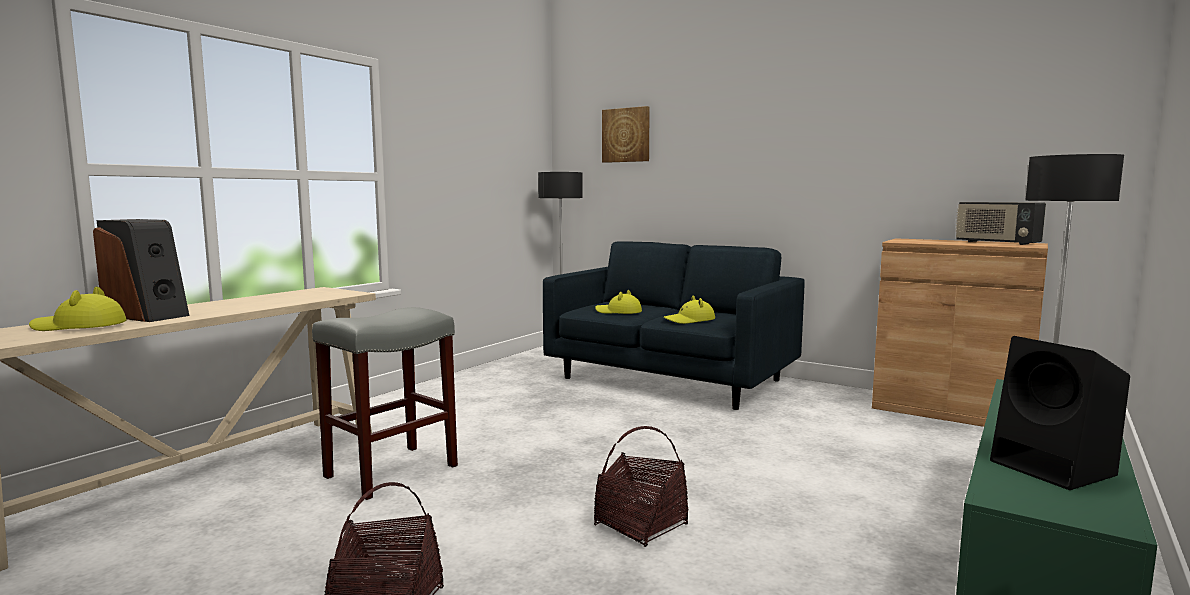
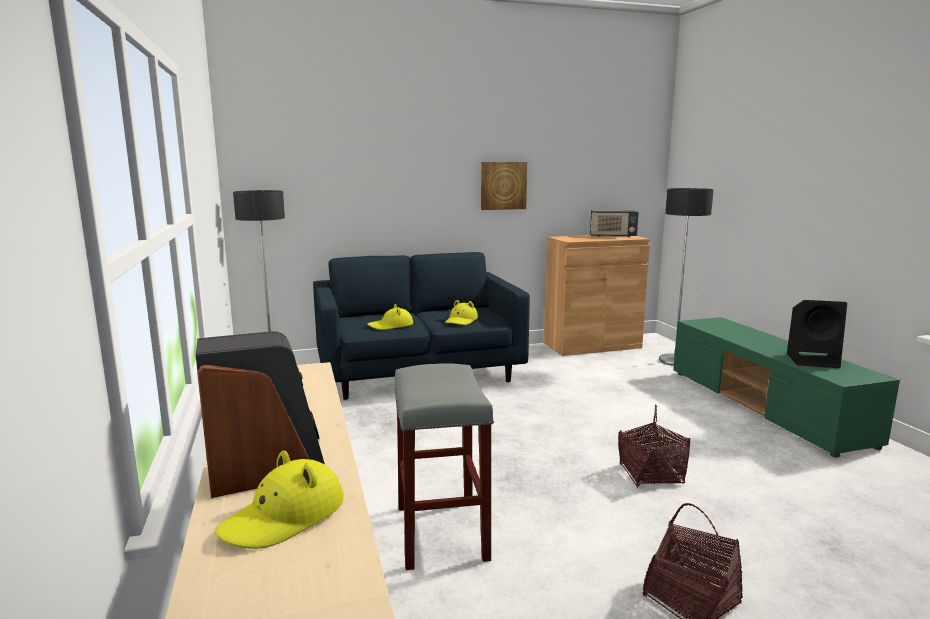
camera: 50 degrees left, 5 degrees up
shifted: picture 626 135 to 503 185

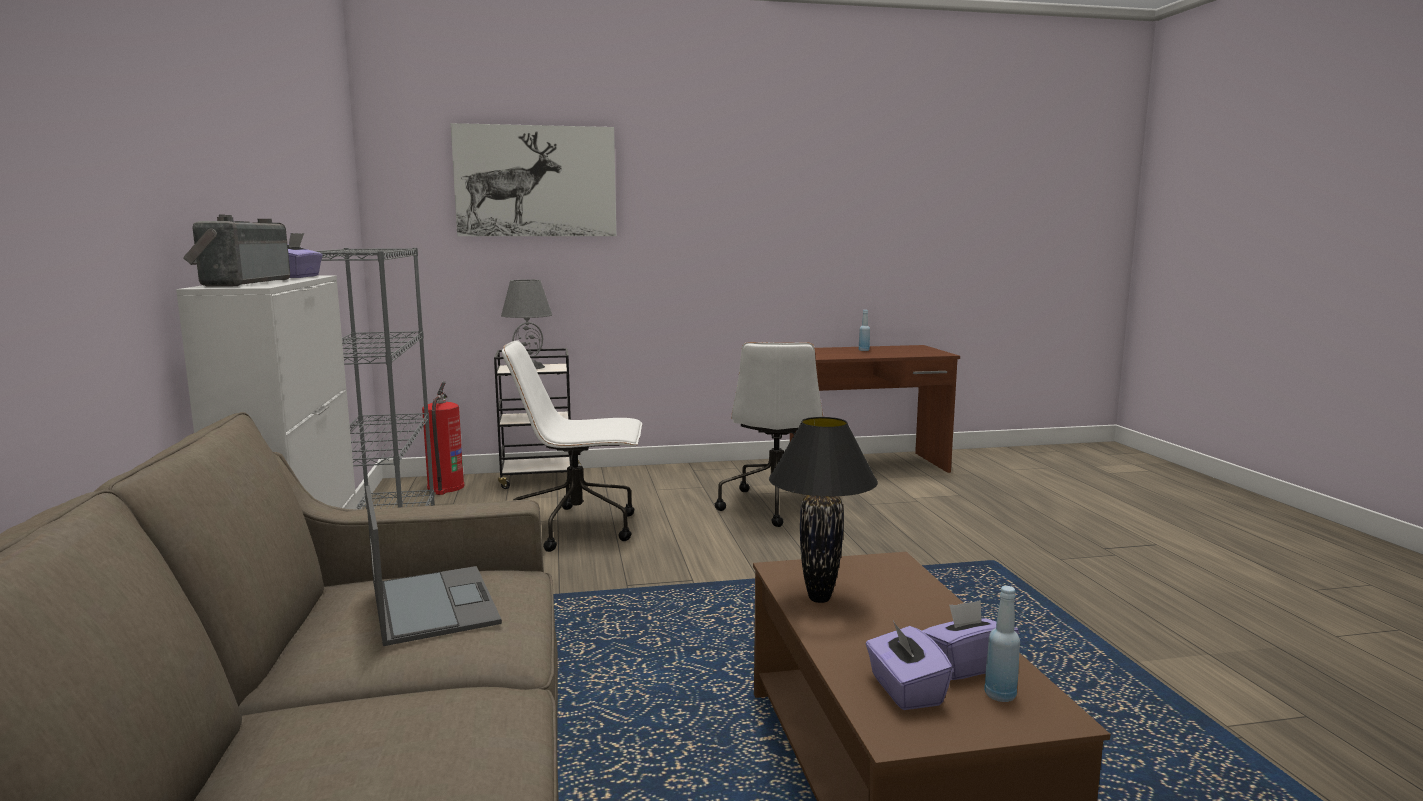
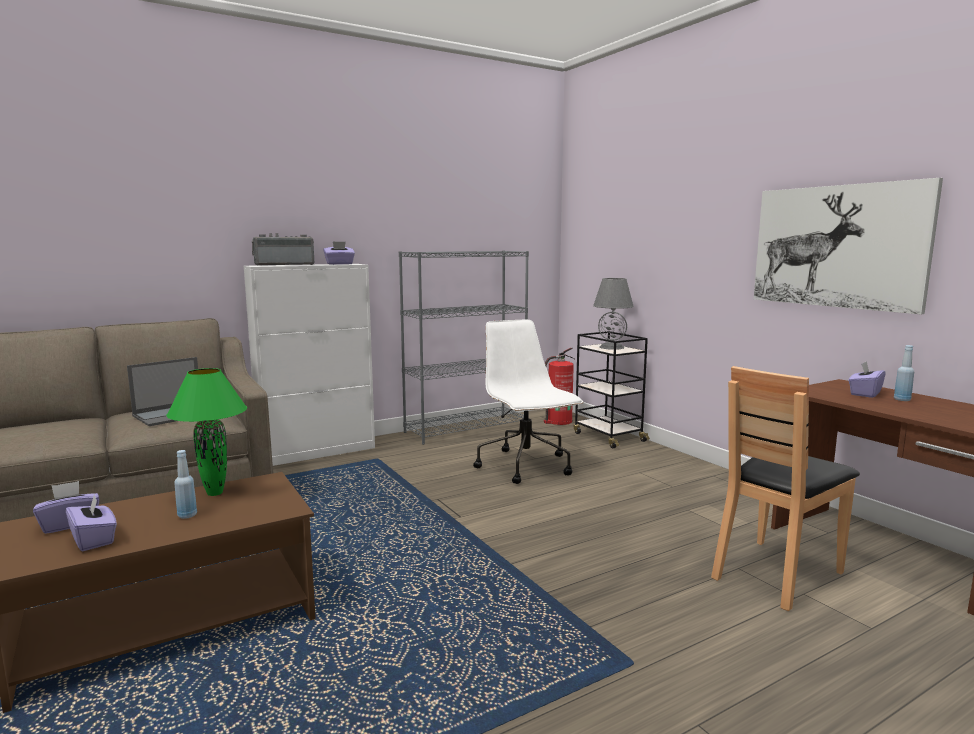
camera: 70 degrees right, 0 degrees up
gone: white-coloured computer chair 775 505
new: brown-coloured chair 776 573; purplish tissue holder 864 393
shifted: picture 536 181 to 837 246; blue drink bottle 1000 695 to 187 515
repainted: black-coloured lamp for a table 820 598 to green lamp for a table 215 493

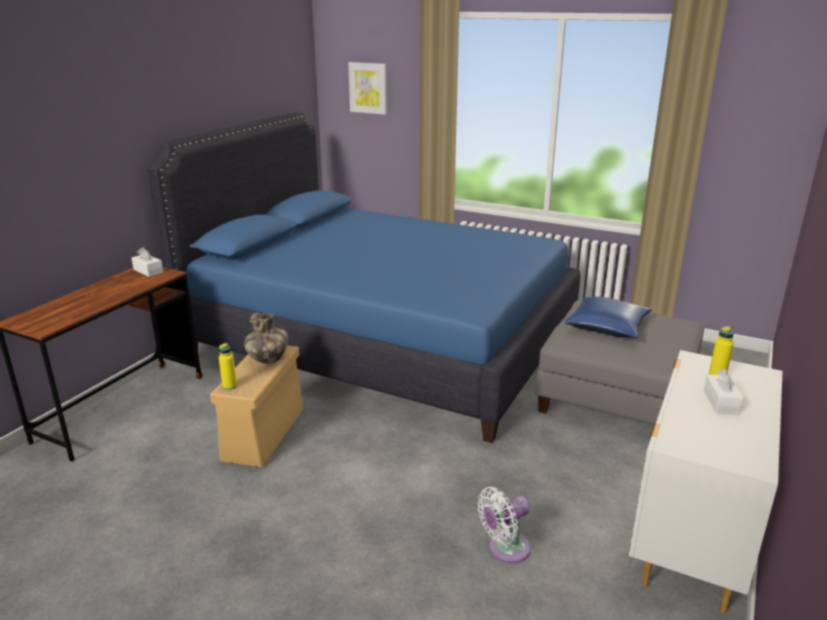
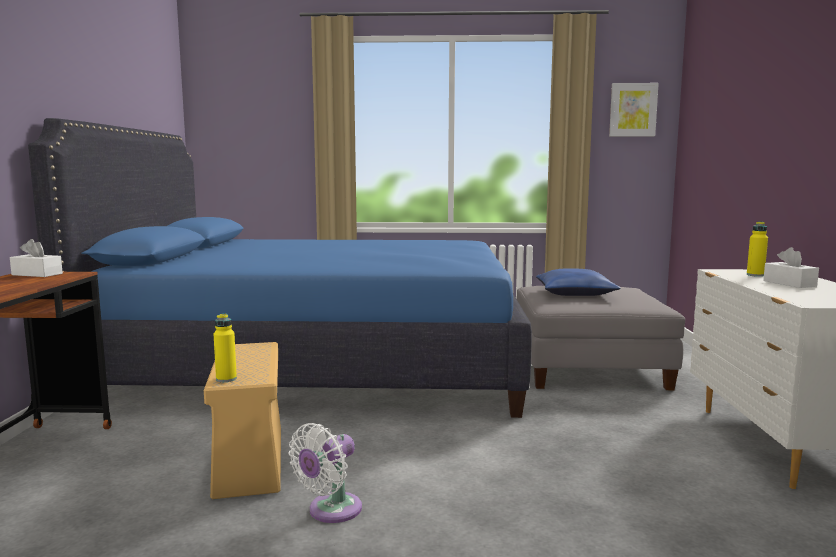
camera: 25 degrees left, 15 degrees down
gone: flower vase 268 360
shifted: picture 368 88 to 633 110; white-coloured electric fan 505 549 to 330 511

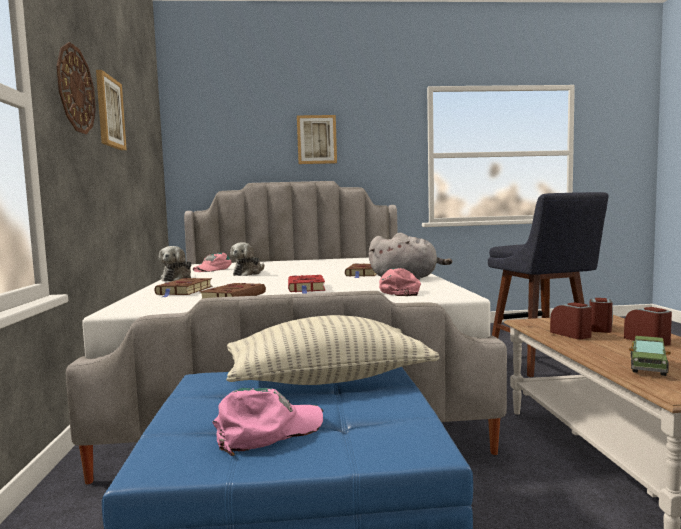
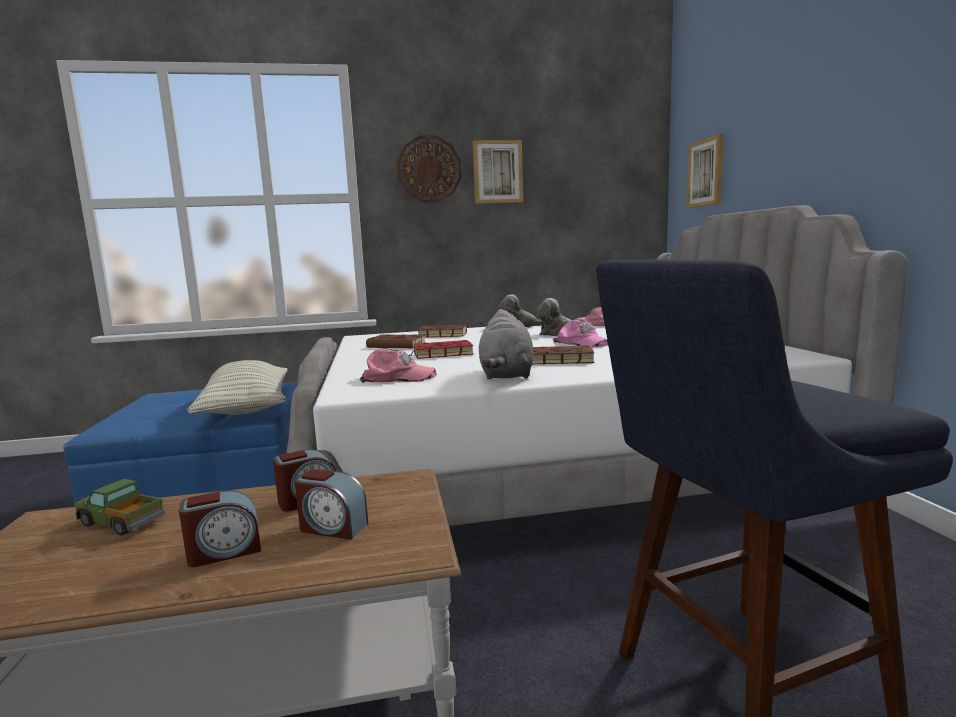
camera: 85 degrees right, 5 degrees up
shifted: pink-coloured cap 267 430 to 582 342; picture 316 139 to 706 173

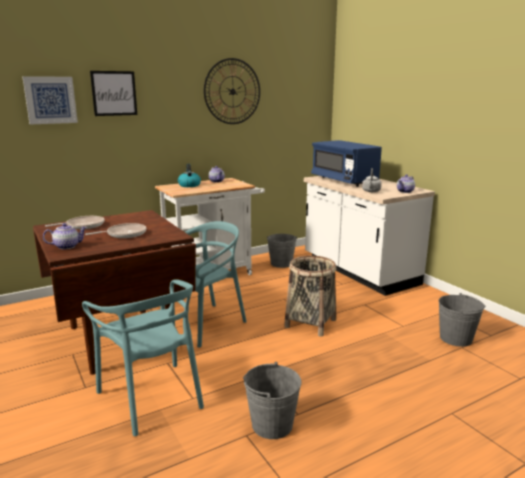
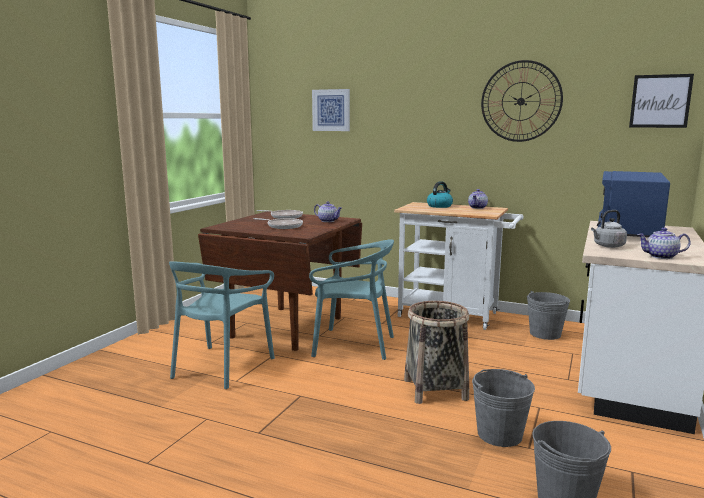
camera: 55 degrees right, 5 degrees down
shifted: tea pot 67 246 to 328 221; picture 114 93 to 660 101; gray bucket 272 424 to 499 434

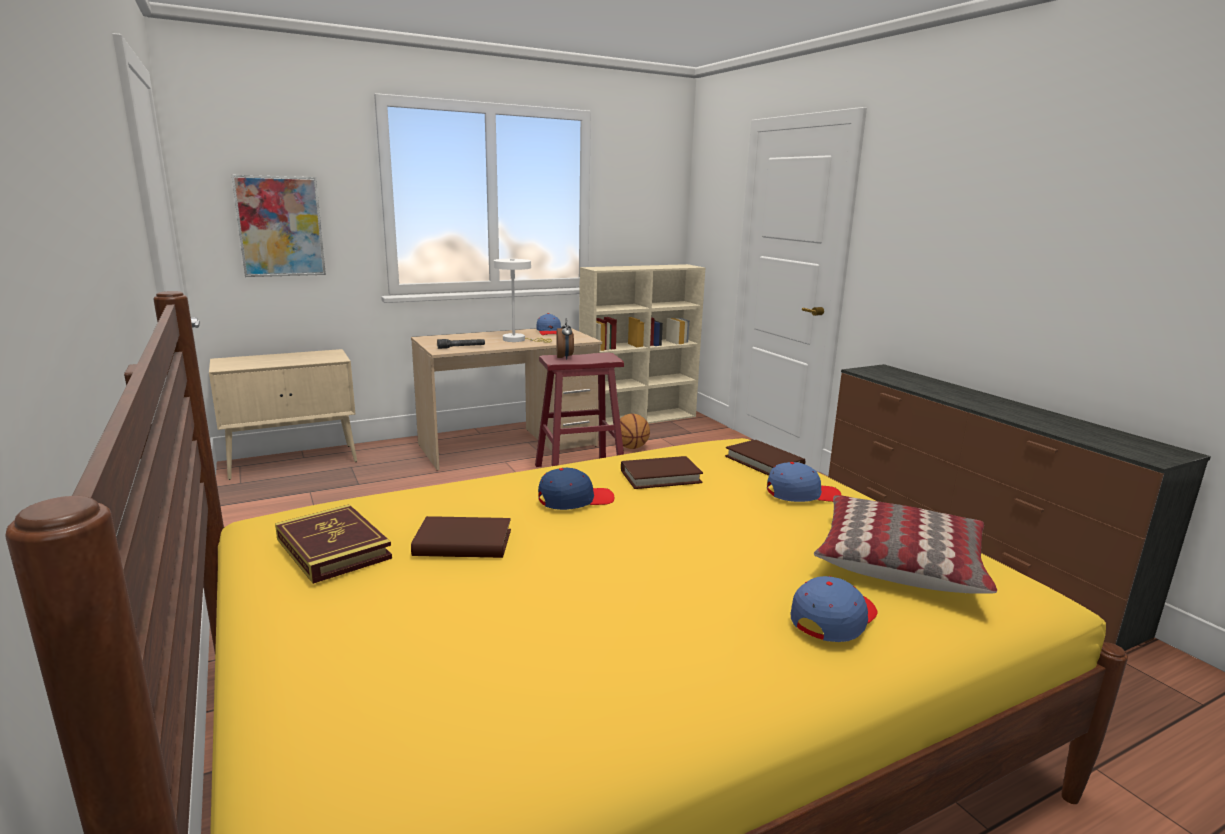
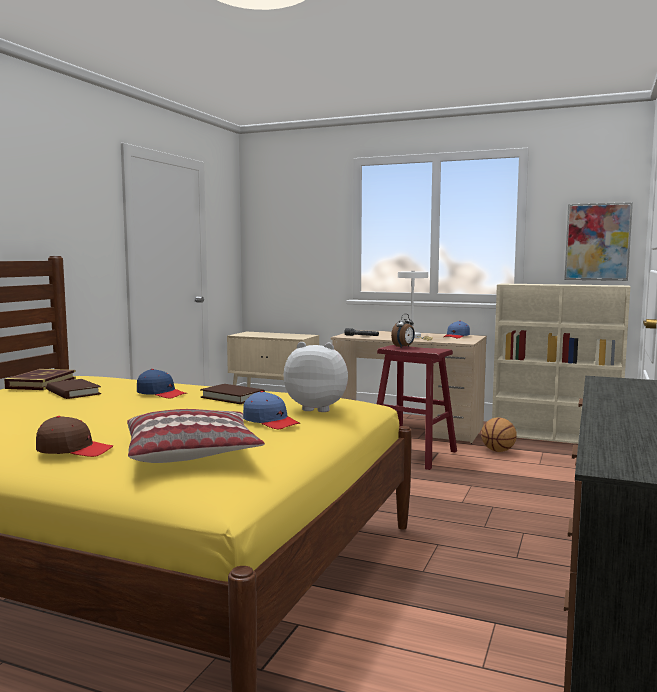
camera: 50 degrees right, 10 degrees down
shifted: picture 280 226 to 597 242
swapped: brown-coloured volume 764 462 to cuddly toy 318 408
repainted: blue cap 833 618 to brown-coloured cap 74 450

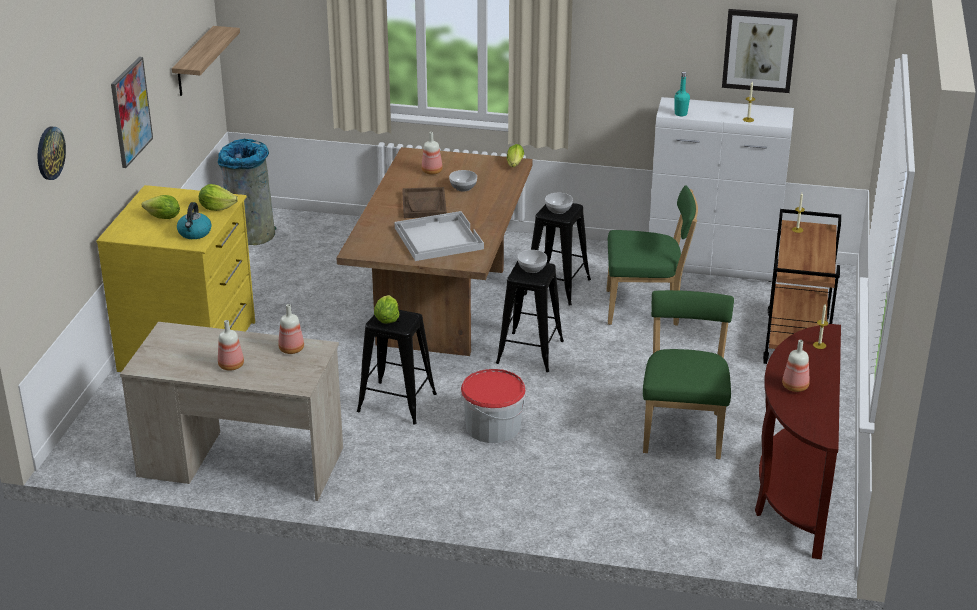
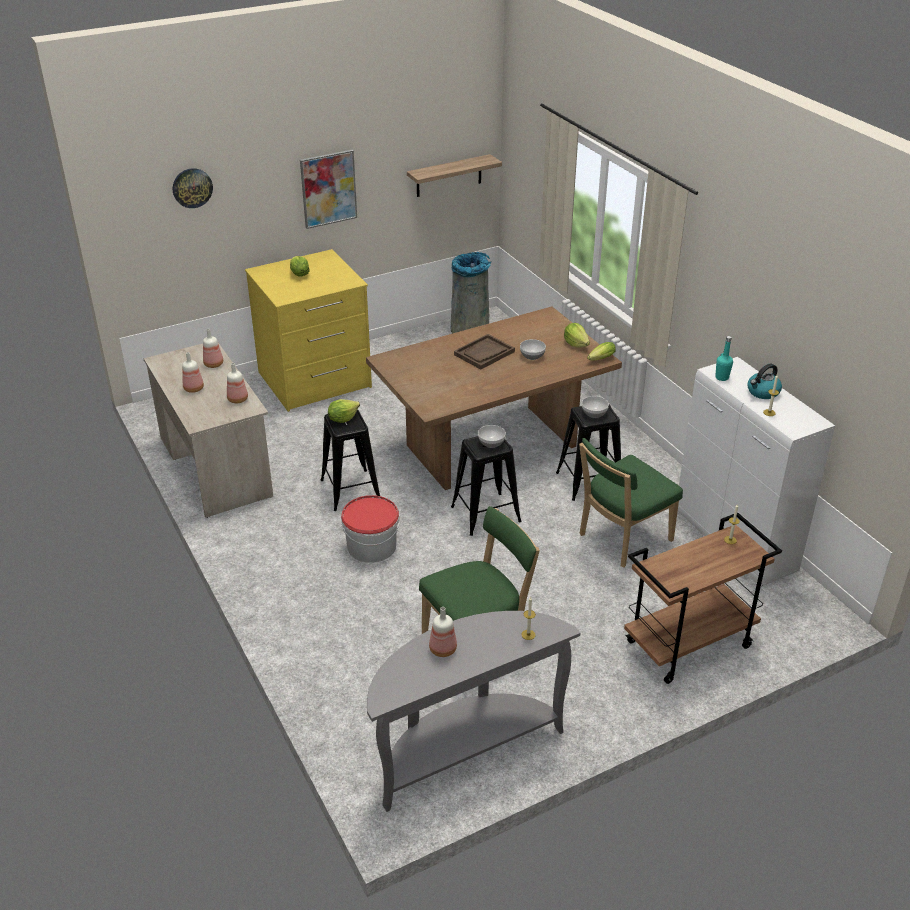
camera: 50 degrees right, 5 degrees up
gone: white-coloured tray 437 238; picture 759 50
shifted: tea kettle 194 233 to 762 392; head of lettuce 217 208 to 576 344; drink bottle 432 171 to 214 364
repainted: brown-coloured narrow table 793 492 to gray narrow table 463 749
rotated: green chair 646 308 = 621 539 90 degrees clockwise

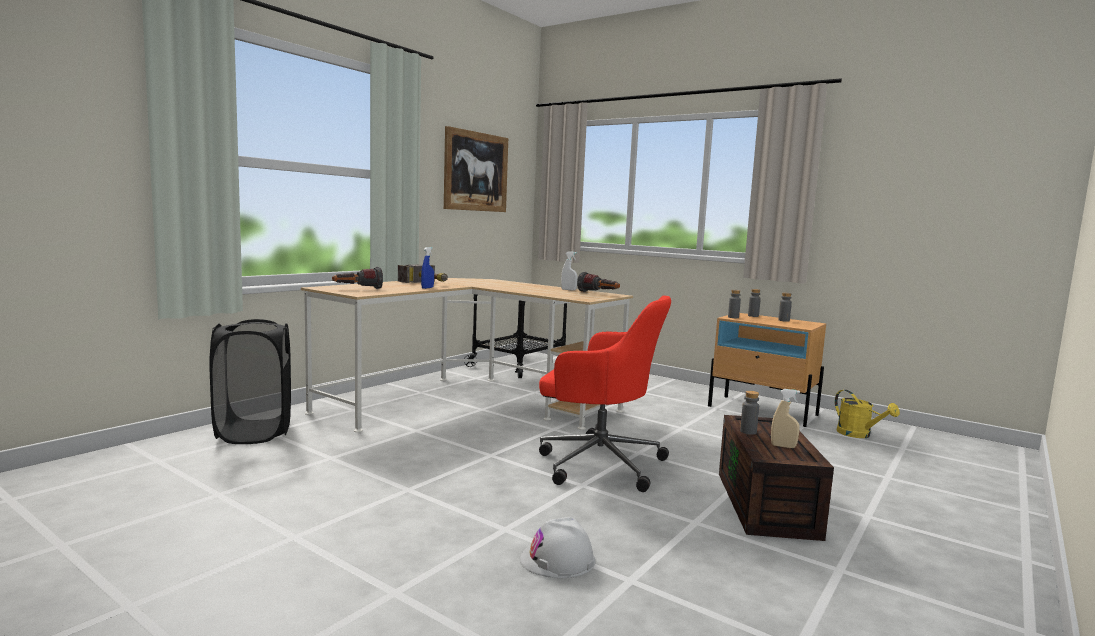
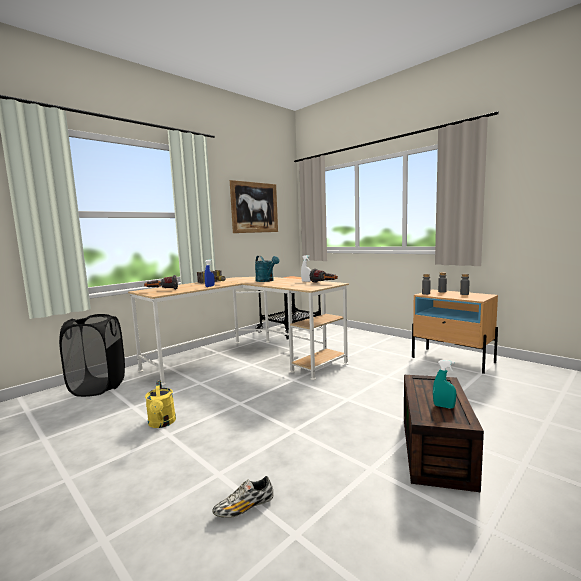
camera: 10 degrees right, 0 degrees up
gone: reddish computer chair 597 463; gray drink bottle 748 432
new: turquoise-coloured sprinkling can 266 281
shifted: yellow sprinkling can 859 435 to 162 423
swapped: white-coloured hard hat 558 560 to shoe 244 508
repainted: beige hand sprayer 783 446 to turquoise-coloured hand sprayer 444 406

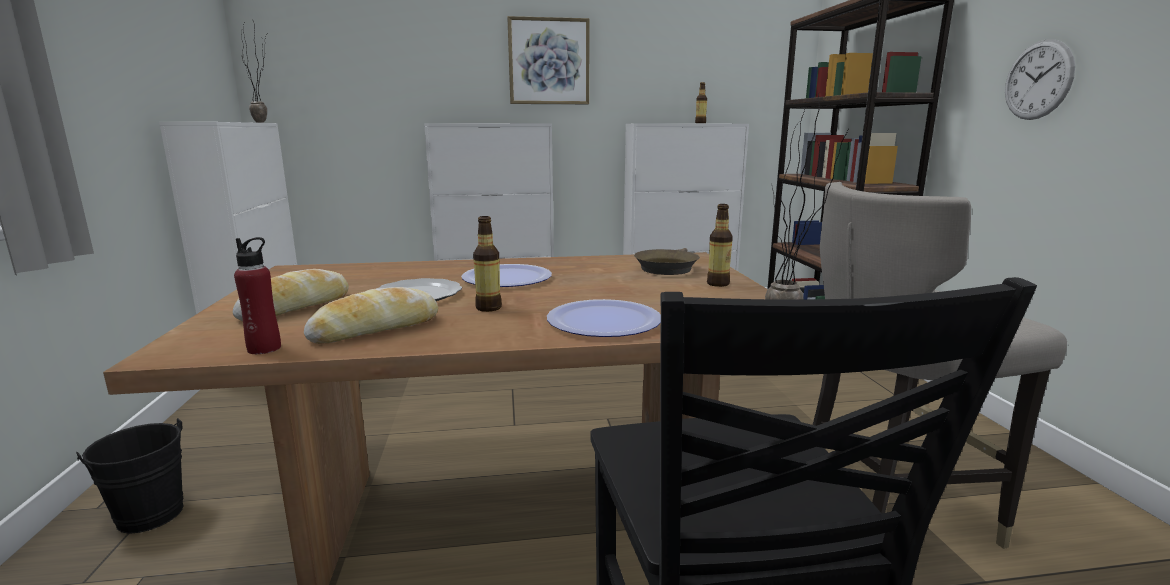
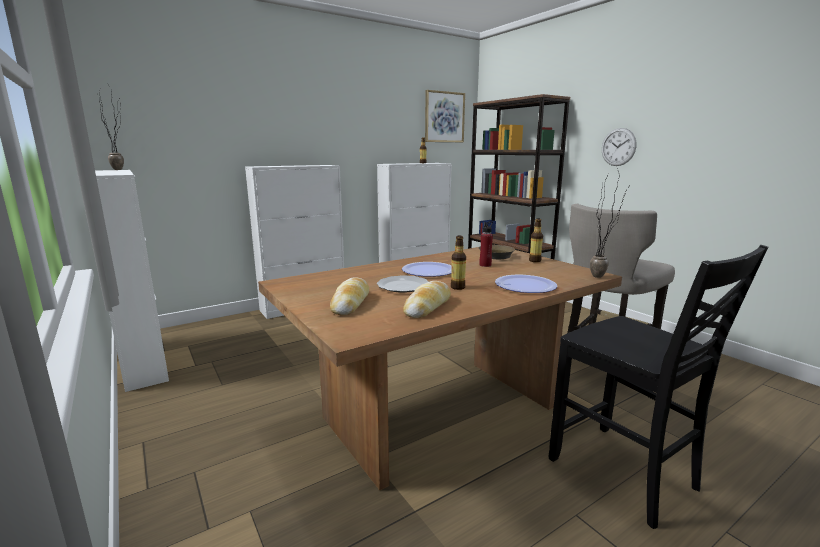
camera: 25 degrees left, 0 degrees up
gone: black-coloured bucket 148 512
shifted: reddish drink bottle 264 348 to 485 265; picture 549 61 to 444 117

